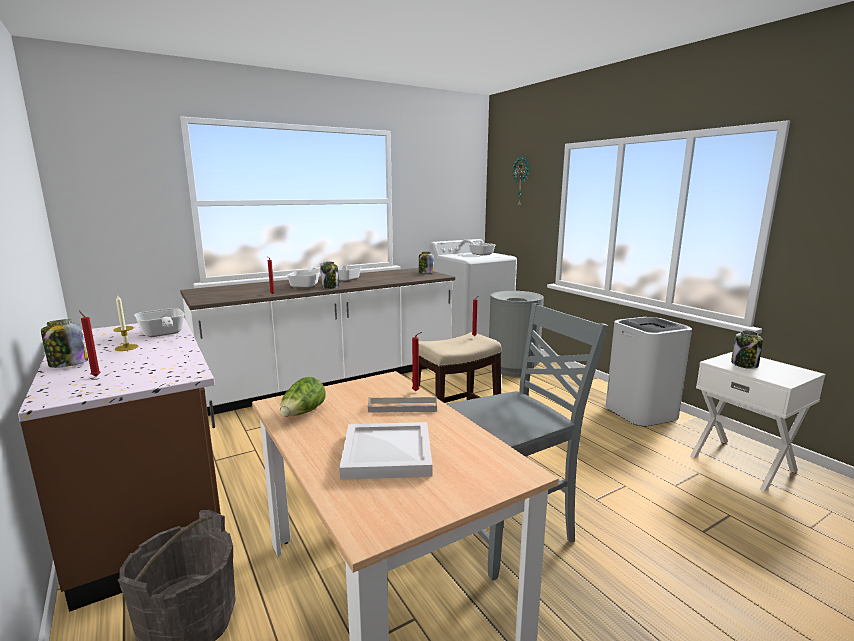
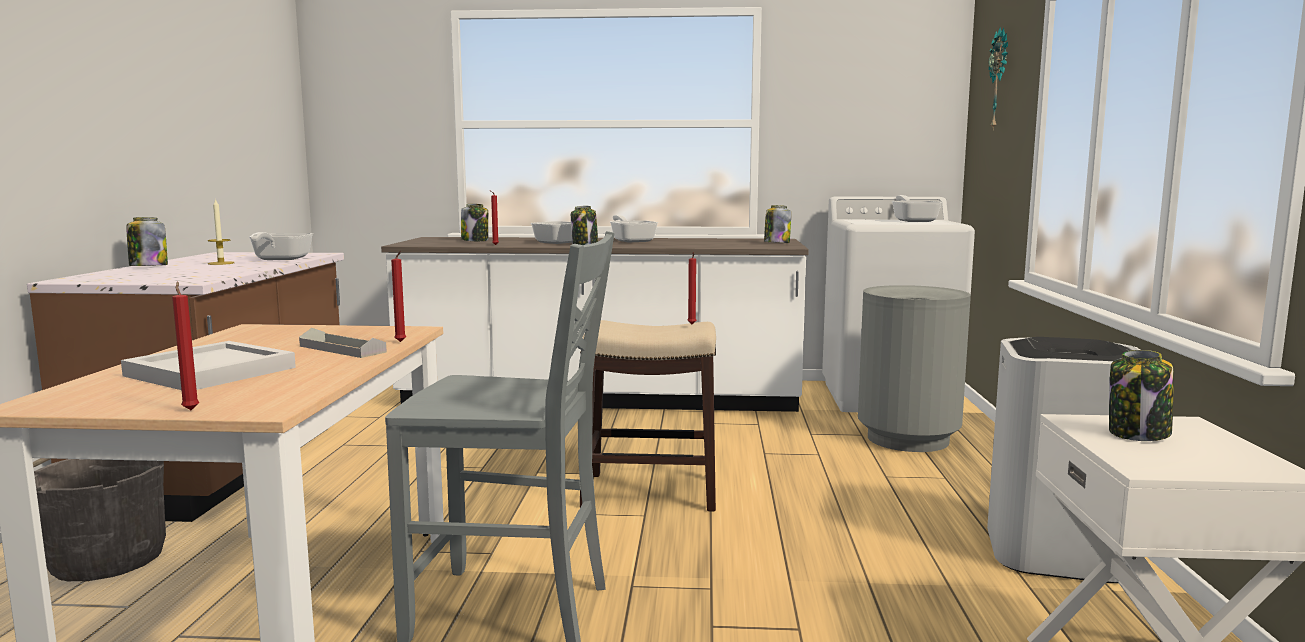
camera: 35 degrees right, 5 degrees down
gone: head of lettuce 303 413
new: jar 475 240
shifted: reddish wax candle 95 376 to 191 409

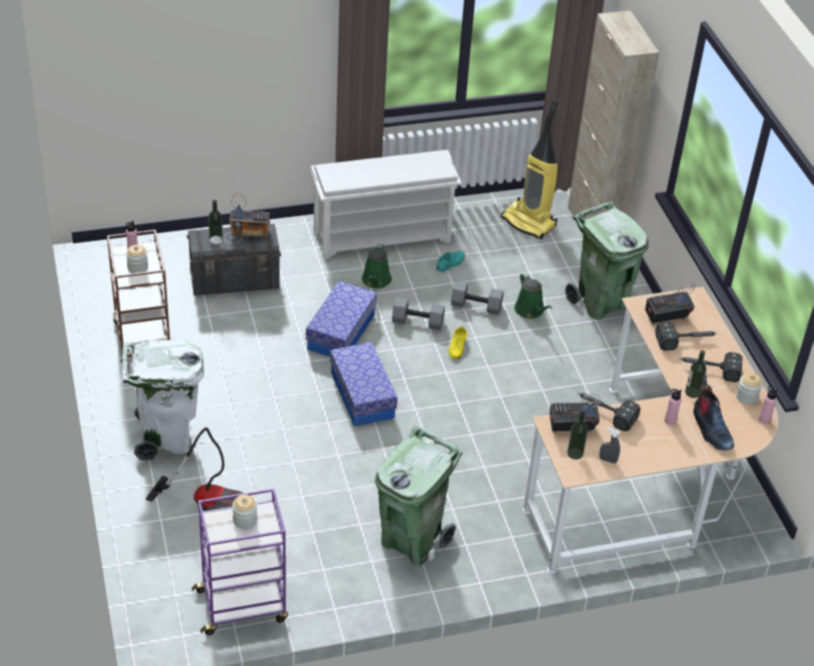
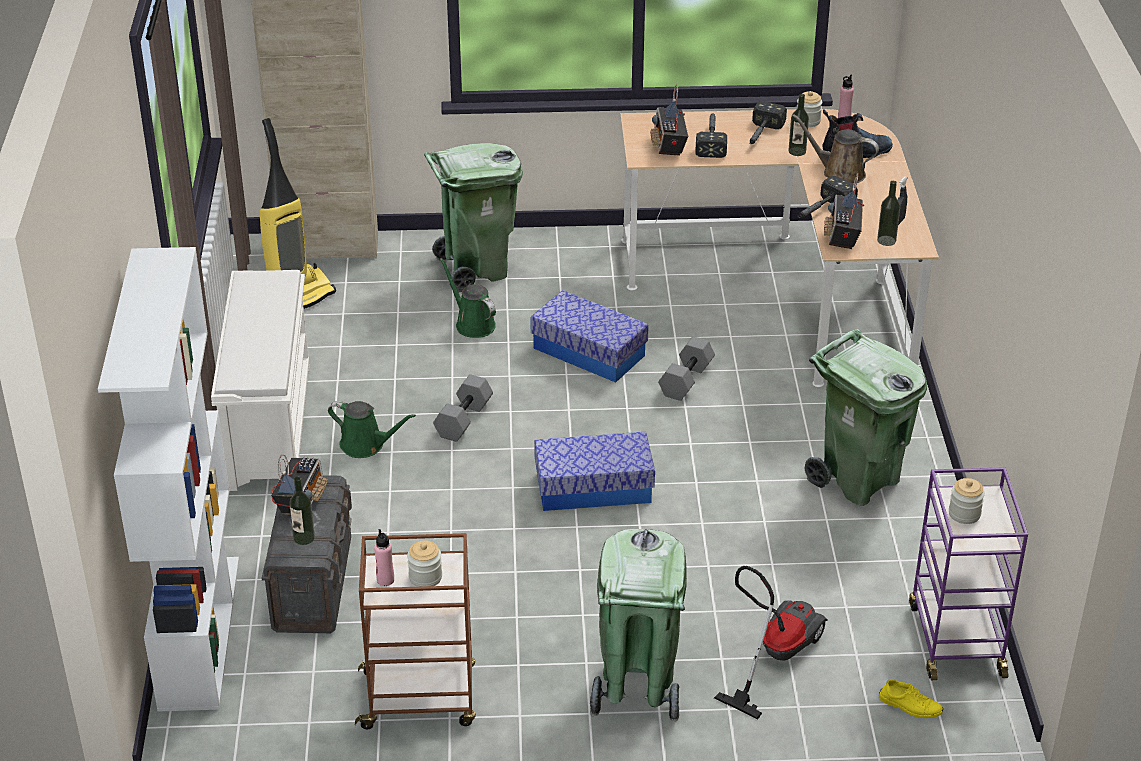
camera: 75 degrees left, 5 degrees down
gone: turquoise-coloured shoe 450 263
new: white-coloured bookcase 198 631
shifted: storage box 341 332 to 588 352; yellow shoe 457 347 to 910 705; gray hand weight 477 305 to 685 379
swapped: pink-coloured drink bottle 670 420 to brown-coloured sprinkling can 839 173
repainted: white-coloured trash can 166 437 to green trash can 637 688
rotated: green sprinkling can 530 311 = 472 324 120 degrees counterclockwise

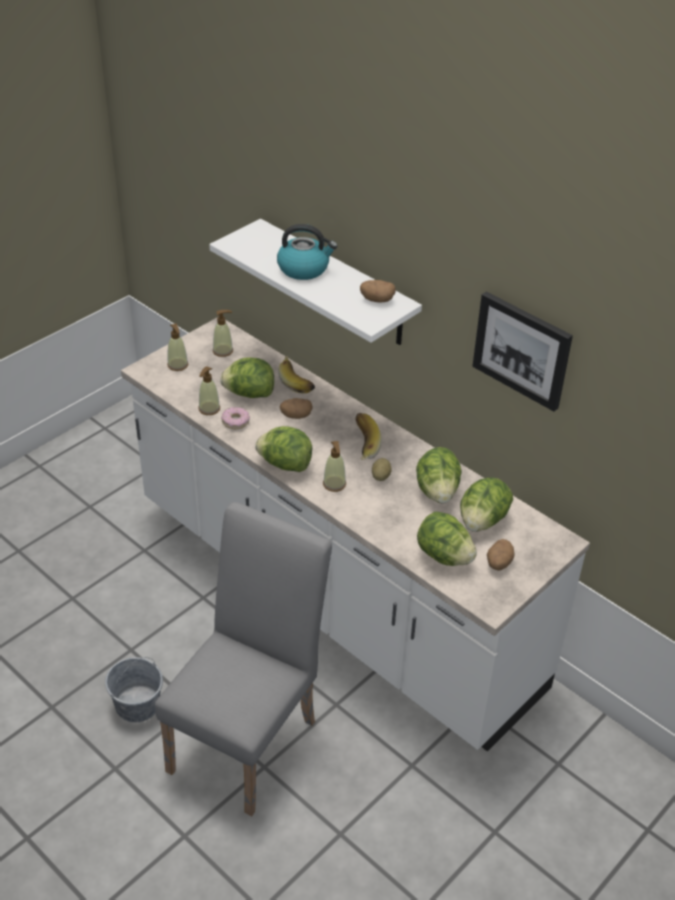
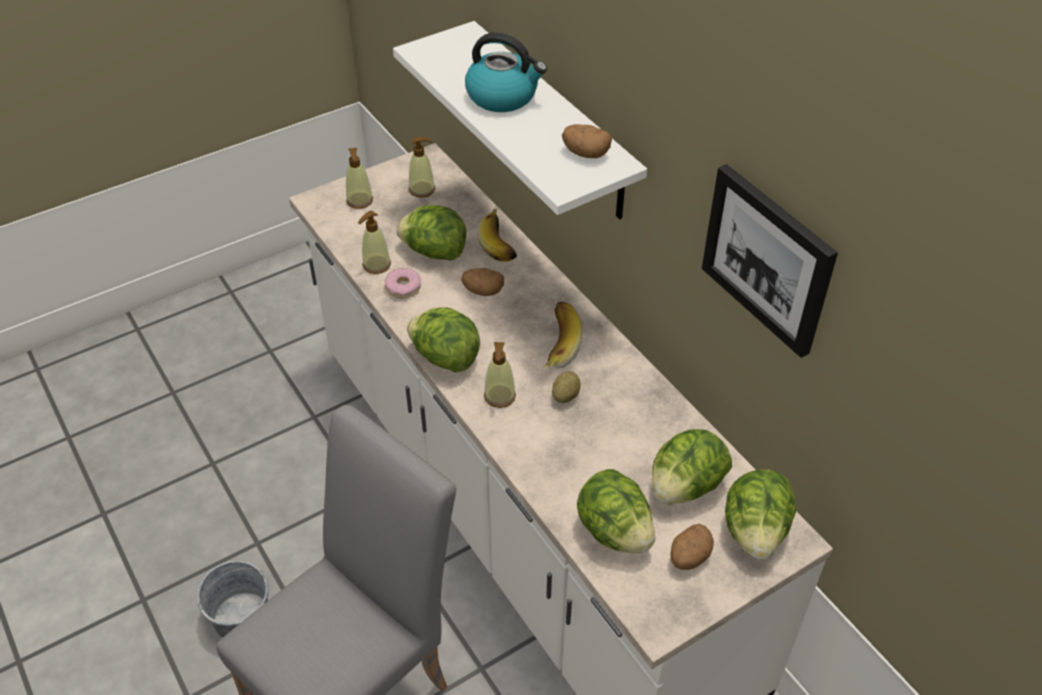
camera: 15 degrees right, 5 degrees up
shifted: head of lettuce 437 491 to 755 531

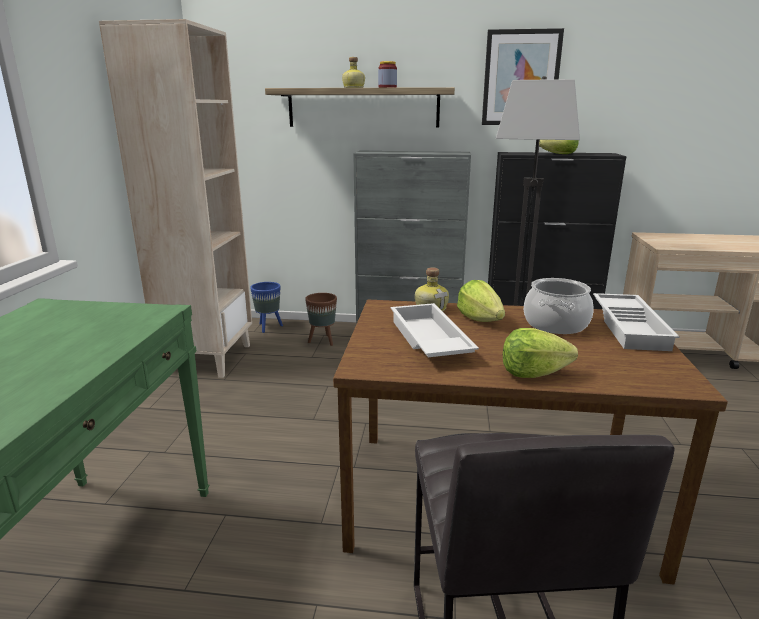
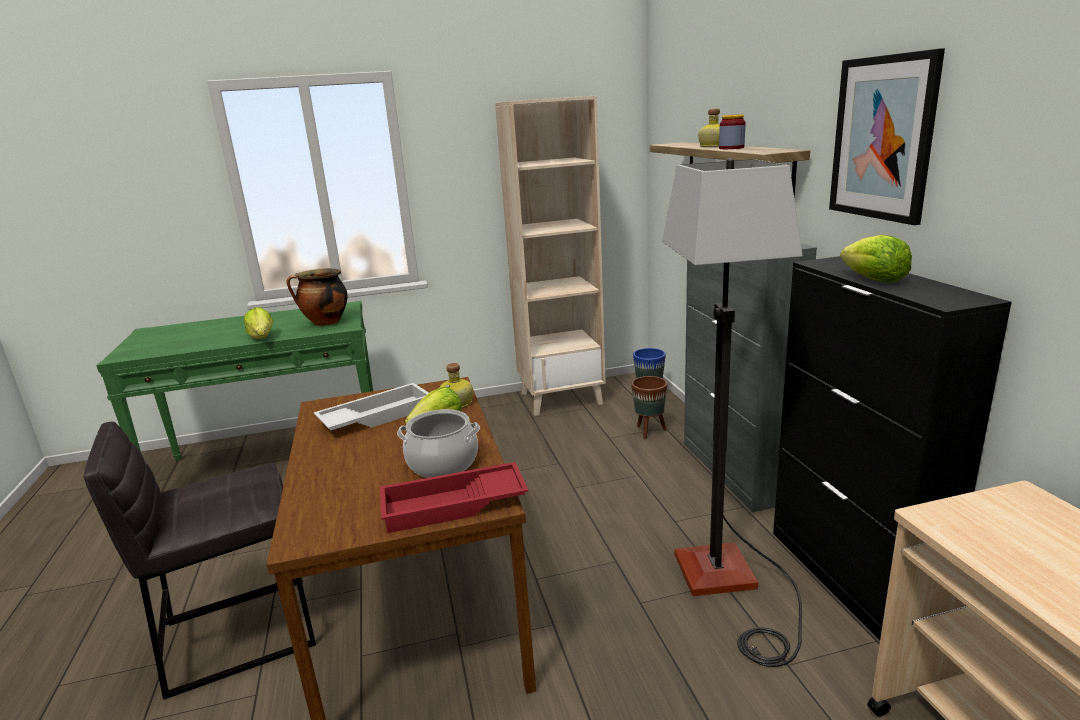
camera: 70 degrees right, 0 degrees up
new: stockpot 325 323
shifted: head of lettuce 533 373 to 262 337
repainted: white-coloured tray 631 327 to reddish tray 453 506

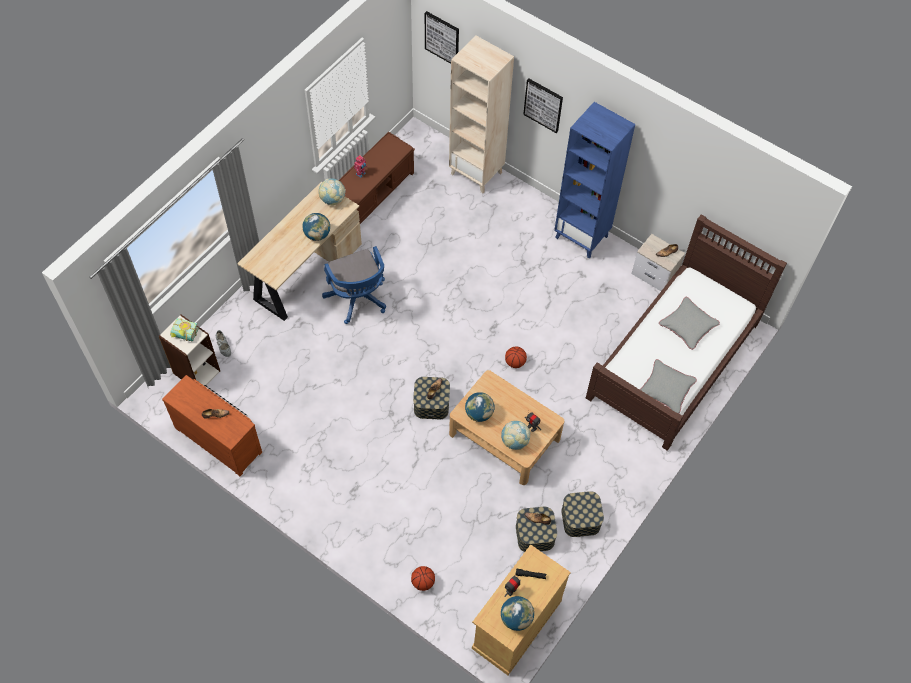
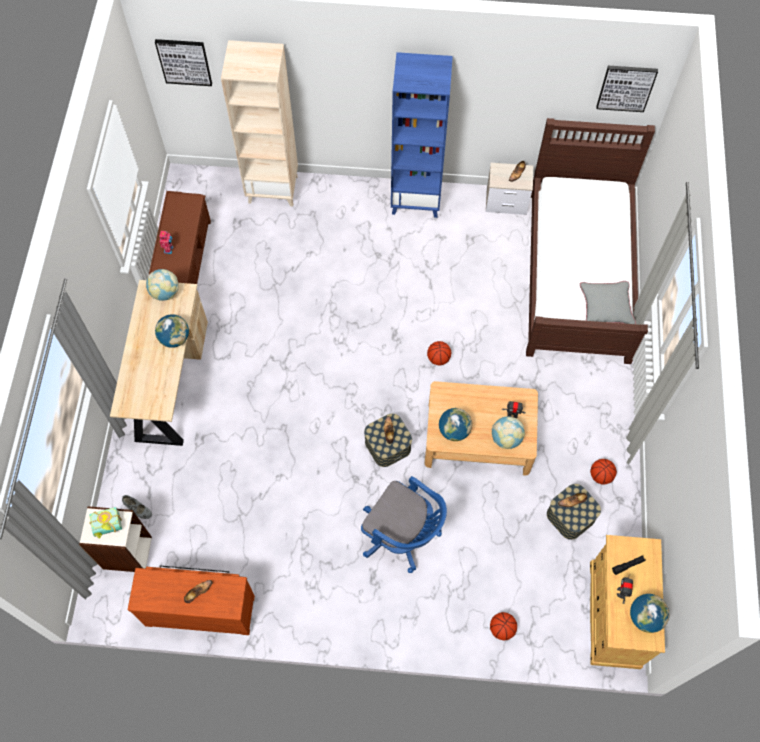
camera: 30 degrees left, 5 degrees up
gone: gray pillow 688 325
shifted: blue computer chair 358 299 to 402 535; picture 543 105 to 626 87
swapped: storage box 580 519 to basketball ball 600 475

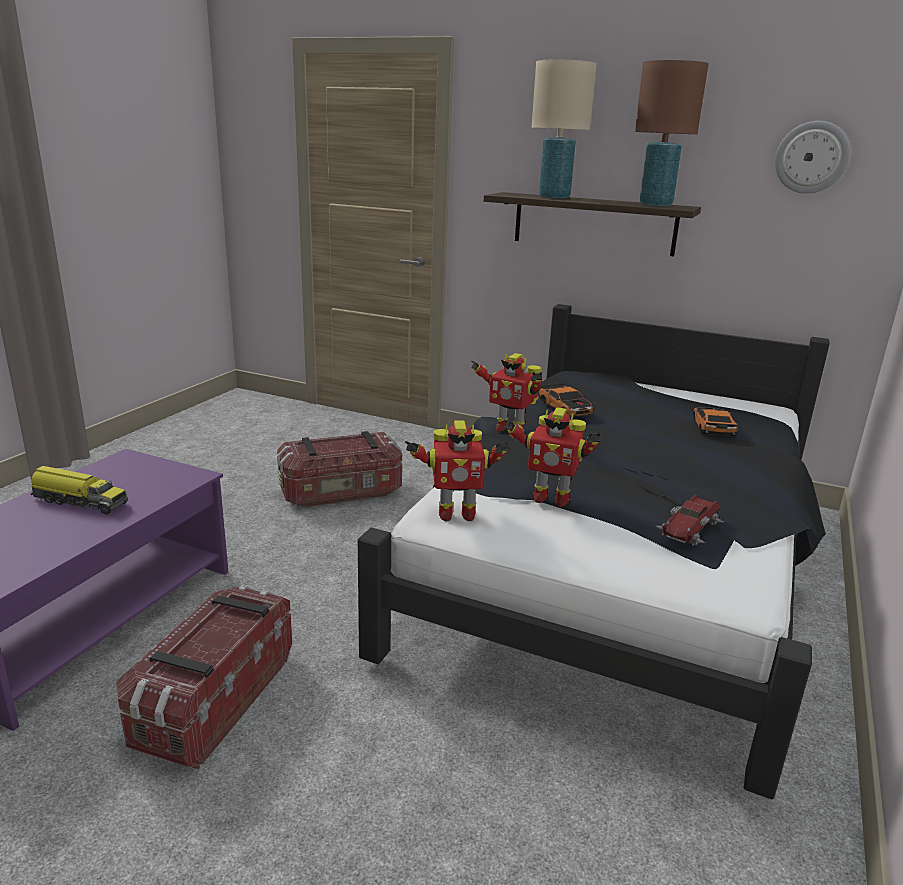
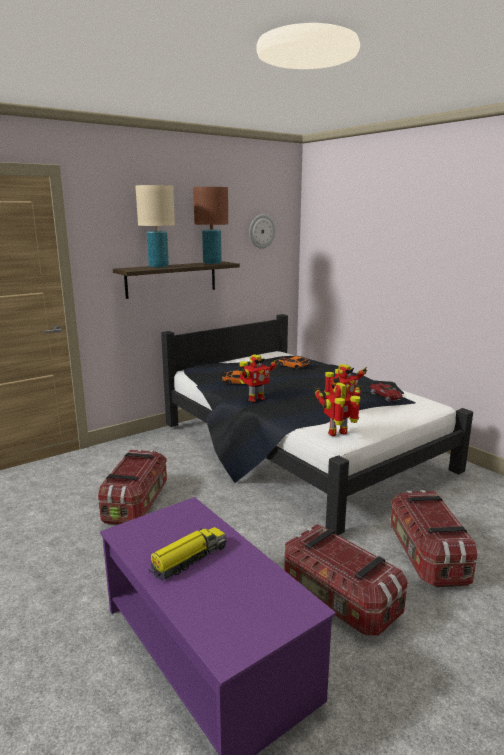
camera: 60 degrees left, 5 degrees down
new: storage box 426 556
rotated: robot figure 455 514 = 339 434 135 degrees counterclockwise

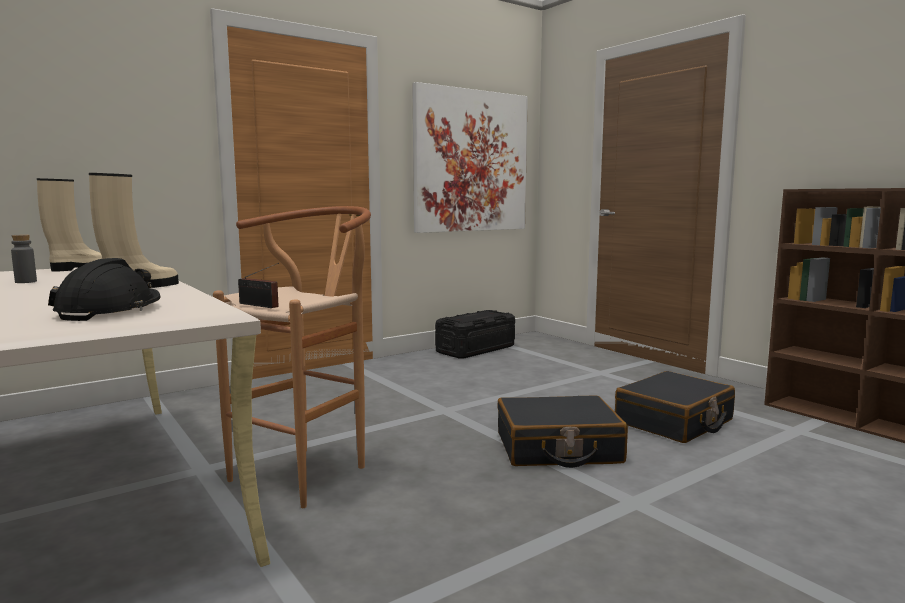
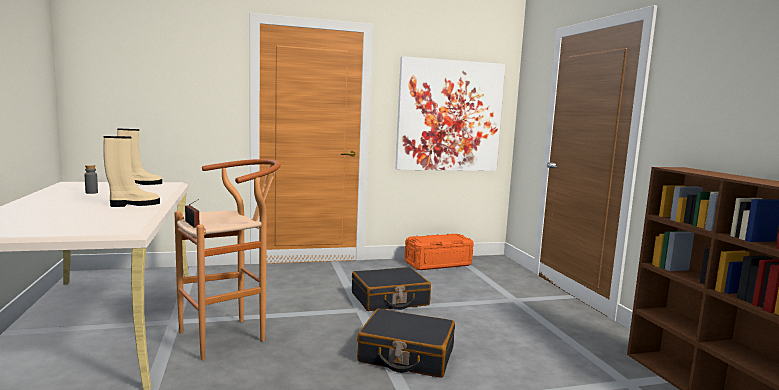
camera: 20 degrees right, 0 degrees up
gone: black-coloured hard hat 110 311
shifted: black-coloured travel case 674 421 to 389 299
repainted: black-coloured storage box 475 349 to orangey storage box 438 263

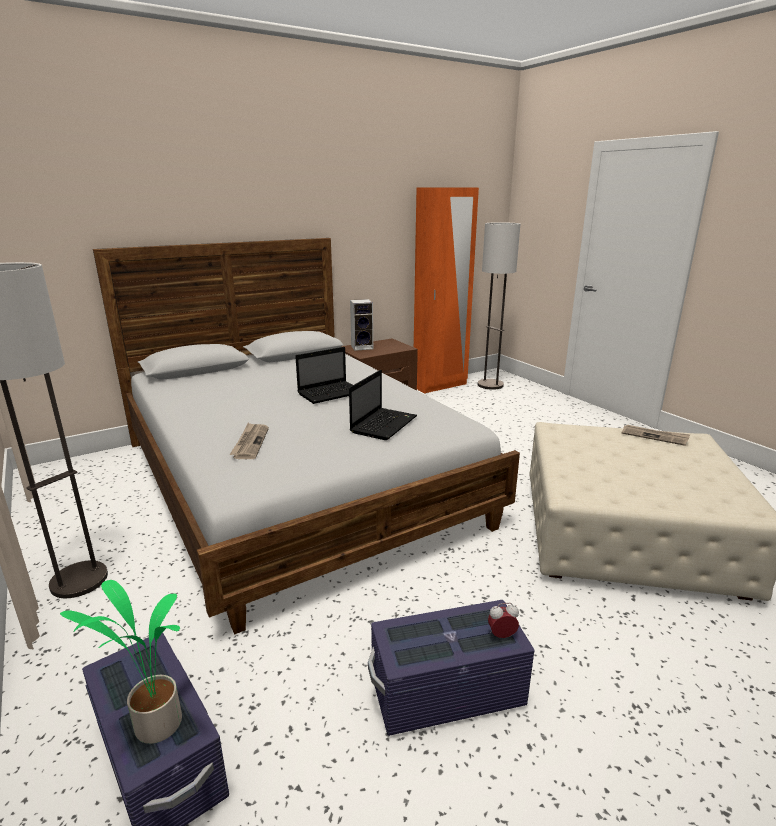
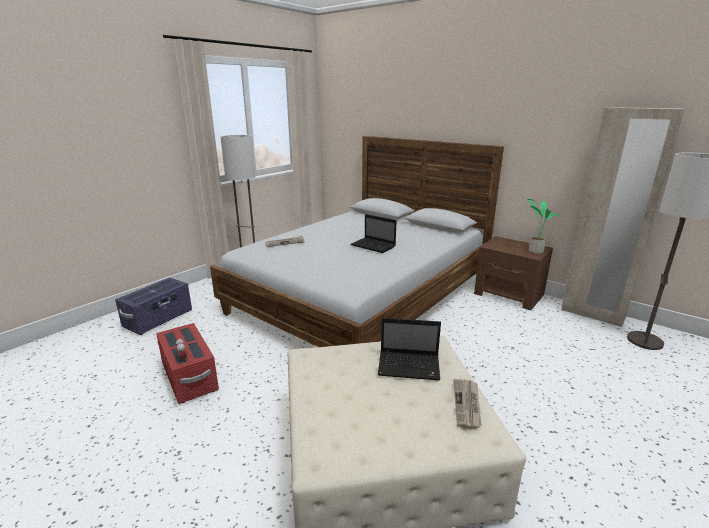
camera: 70 degrees right, 0 degrees up
gone: speaker 363 347
shifted: houseplant 155 725 to 535 251; portable computer 384 424 to 410 366
repainted: purplish storage box 446 692 to reddish storage box 190 377; orangey clothes cupboard 440 386 to beige clothes cupboard 592 314

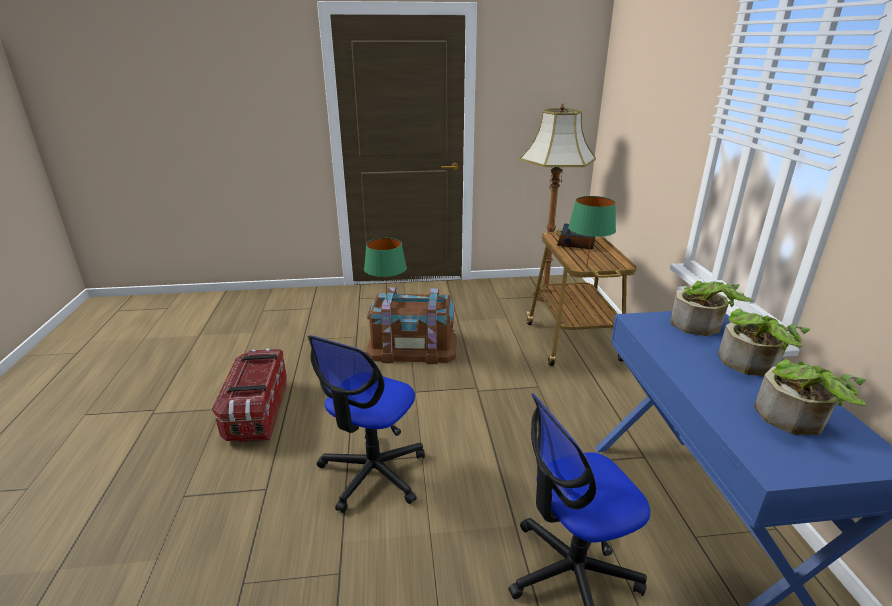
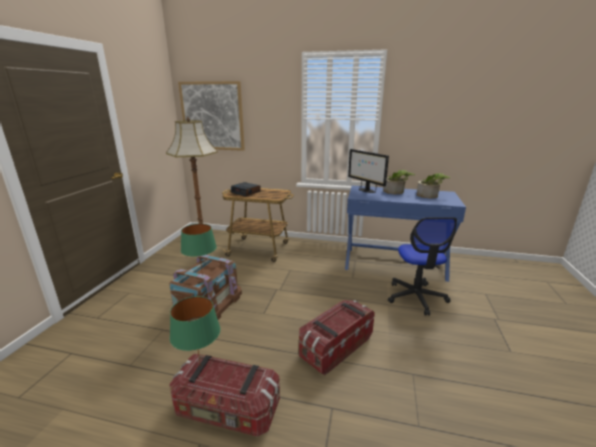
camera: 70 degrees left, 5 degrees down
new: picture 212 116
shifted: green lamp for a table 587 267 to 200 366
swapped: computer chair 372 473 to storage box 335 347; houseplant 701 327 to computer screen 366 190

